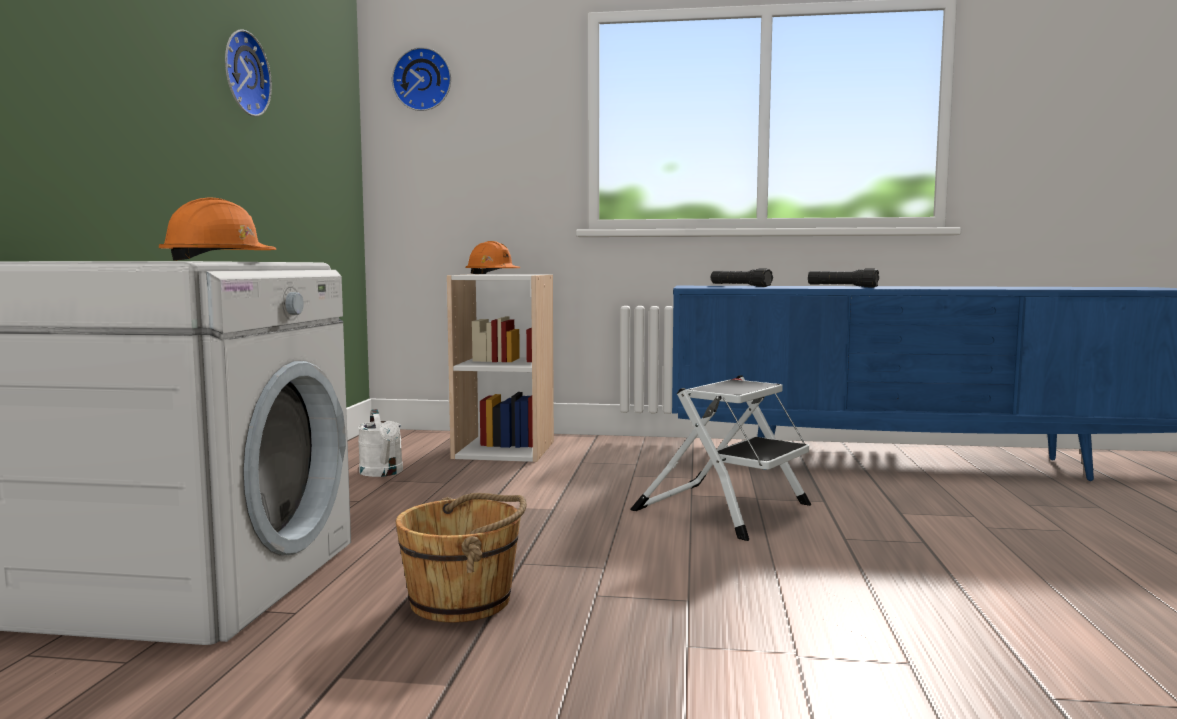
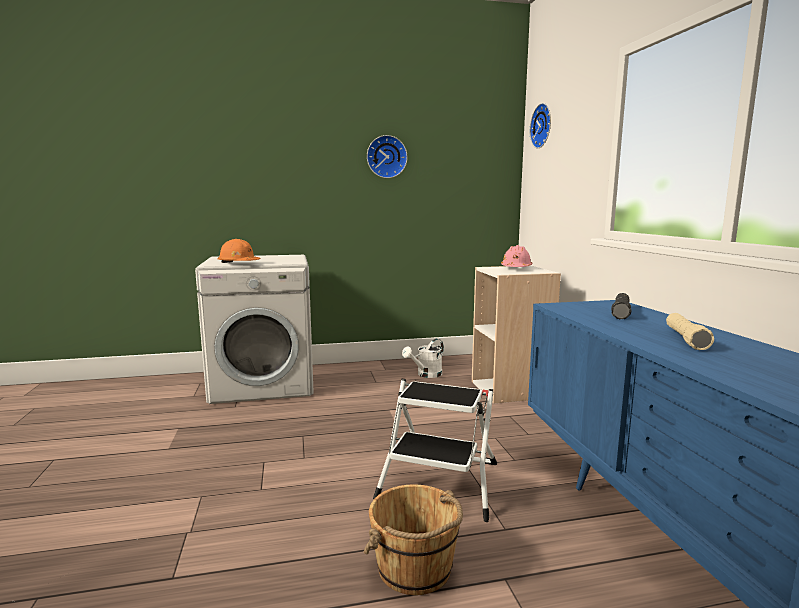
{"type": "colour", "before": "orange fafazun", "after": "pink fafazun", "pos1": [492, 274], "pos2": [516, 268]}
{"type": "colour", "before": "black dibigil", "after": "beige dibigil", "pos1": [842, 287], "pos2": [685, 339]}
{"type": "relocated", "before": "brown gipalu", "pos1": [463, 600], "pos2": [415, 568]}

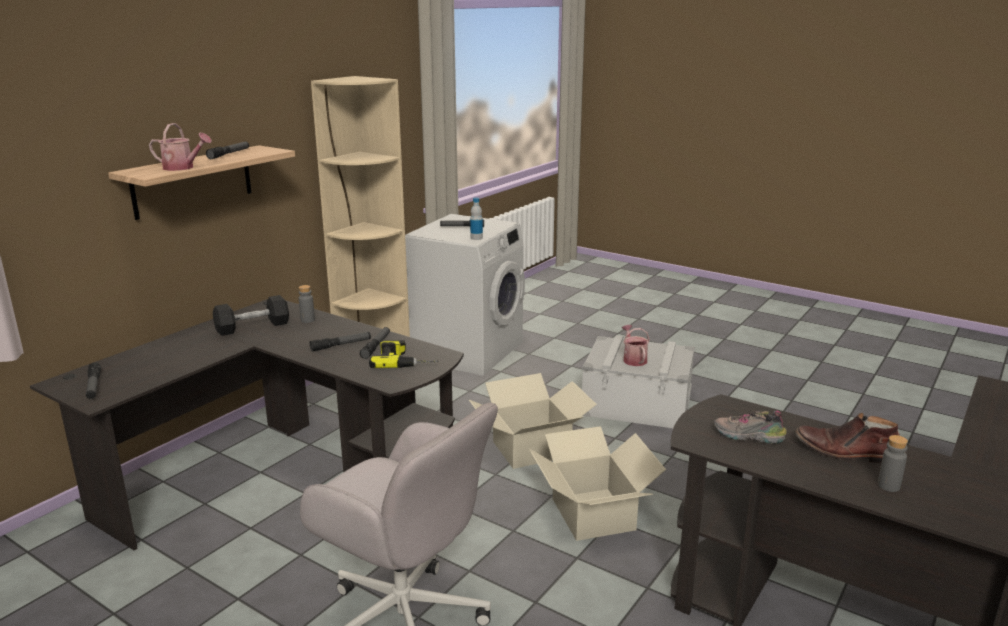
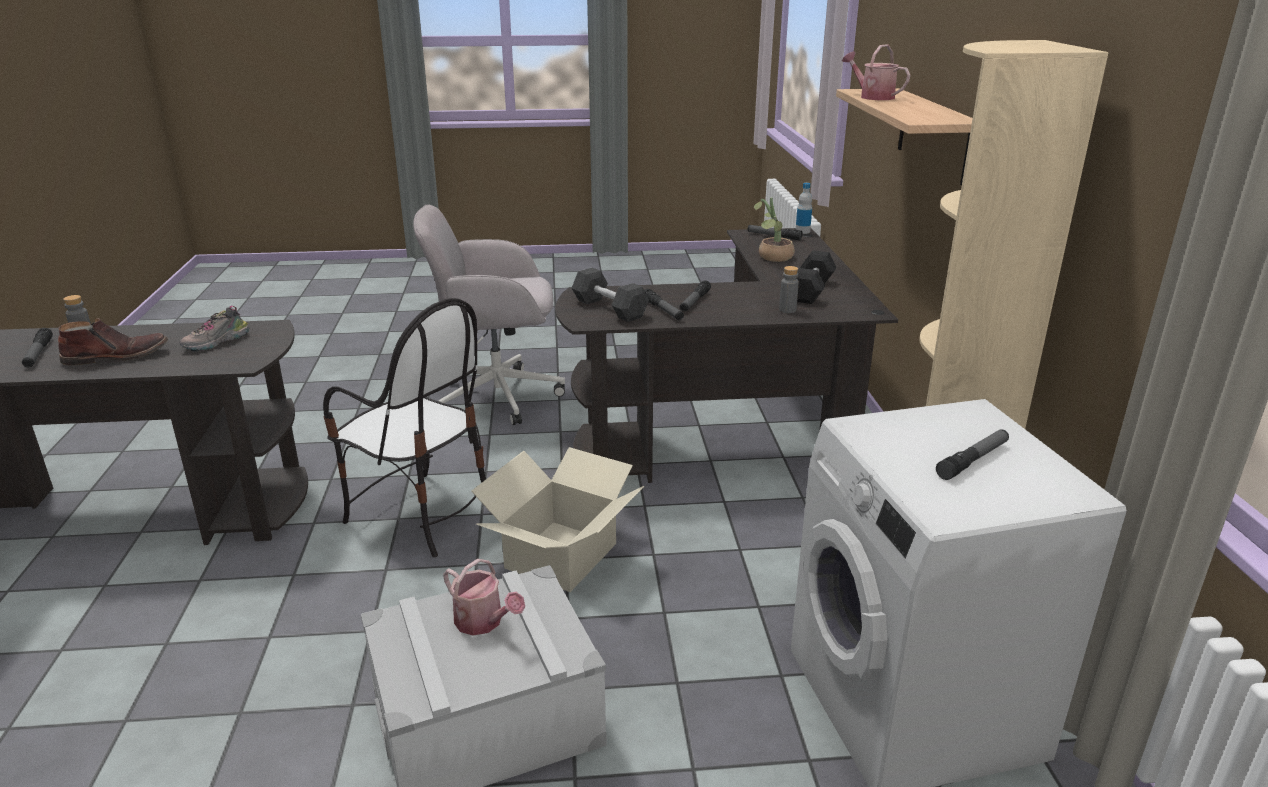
{"type": "spun", "before": "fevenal", "pos1": [182, 167], "pos2": [872, 97], "turn": 75}
{"type": "relocated", "before": "dibigil", "pos1": [229, 154], "pos2": [38, 354]}
{"type": "relocated", "before": "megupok", "pos1": [476, 238], "pos2": [802, 231]}
{"type": "exchanged", "before": "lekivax", "after": "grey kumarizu", "pos1": [405, 360], "pos2": [609, 308]}
{"type": "spun", "before": "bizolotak", "pos1": [748, 437], "pos2": [217, 343], "turn": 150}
{"type": "exchanged", "before": "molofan", "after": "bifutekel", "pos1": [594, 513], "pos2": [422, 515]}
{"type": "appeared", "after": "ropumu", "pos2": [772, 258]}

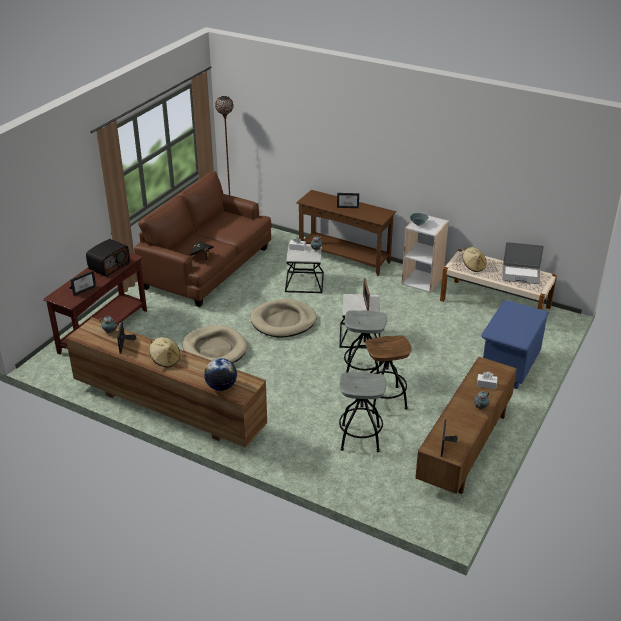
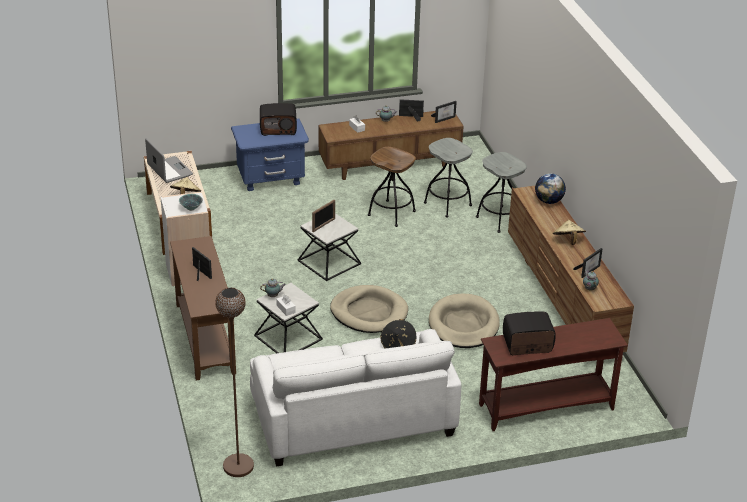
{"type": "colour", "before": "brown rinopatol", "after": "white rinopatol", "pos1": [208, 268], "pos2": [352, 418]}
{"type": "relocated", "before": "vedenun", "pos1": [84, 289], "pos2": [410, 117]}
{"type": "relocated", "before": "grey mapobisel", "pos1": [363, 372], "pos2": [500, 219]}
{"type": "appeared", "after": "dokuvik", "pos2": [278, 129]}

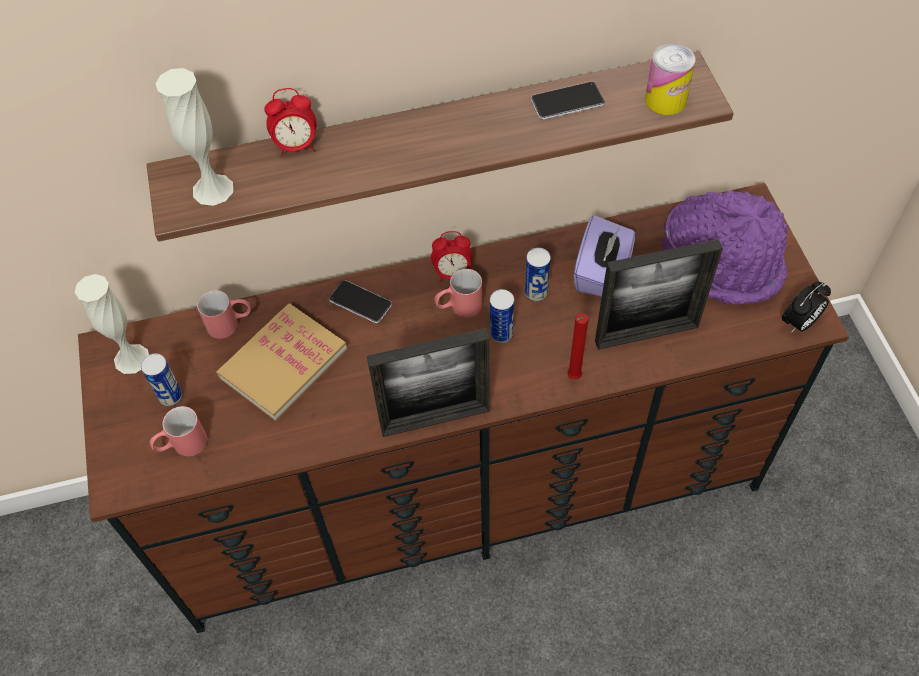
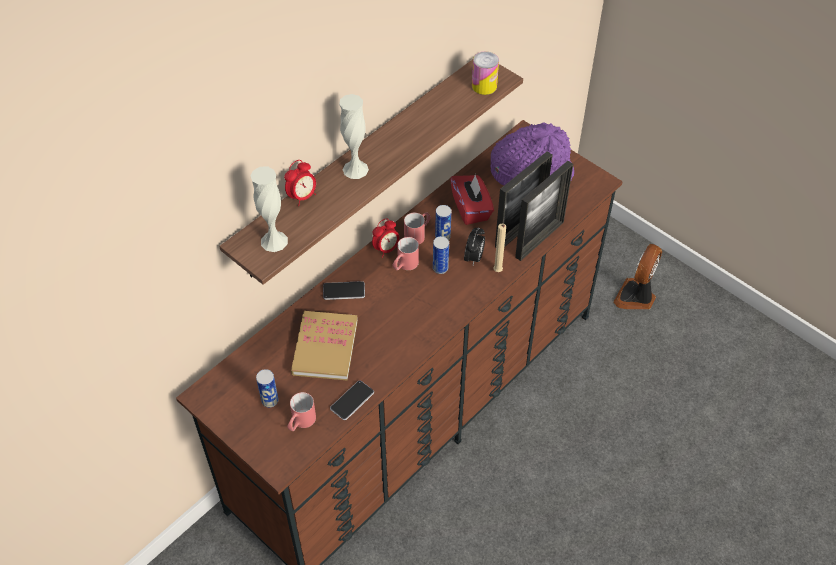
{"type": "relocated", "before": "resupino", "pos1": [567, 102], "pos2": [352, 401]}
{"type": "colour", "before": "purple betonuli", "after": "red betonuli", "pos1": [602, 273], "pos2": [471, 208]}
{"type": "relocated", "before": "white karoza", "pos1": [131, 358], "pos2": [355, 169]}
{"type": "relocated", "before": "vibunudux", "pos1": [799, 323], "pos2": [474, 258]}
{"type": "relocated", "before": "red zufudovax", "pos1": [230, 323], "pos2": [418, 234]}
{"type": "colour", "before": "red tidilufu", "after": "beige tidilufu", "pos1": [572, 378], "pos2": [497, 272]}
{"type": "relocated", "before": "vedenun", "pos1": [435, 419], "pos2": [539, 239]}
{"type": "appeared", "after": "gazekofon", "pos2": [636, 297]}

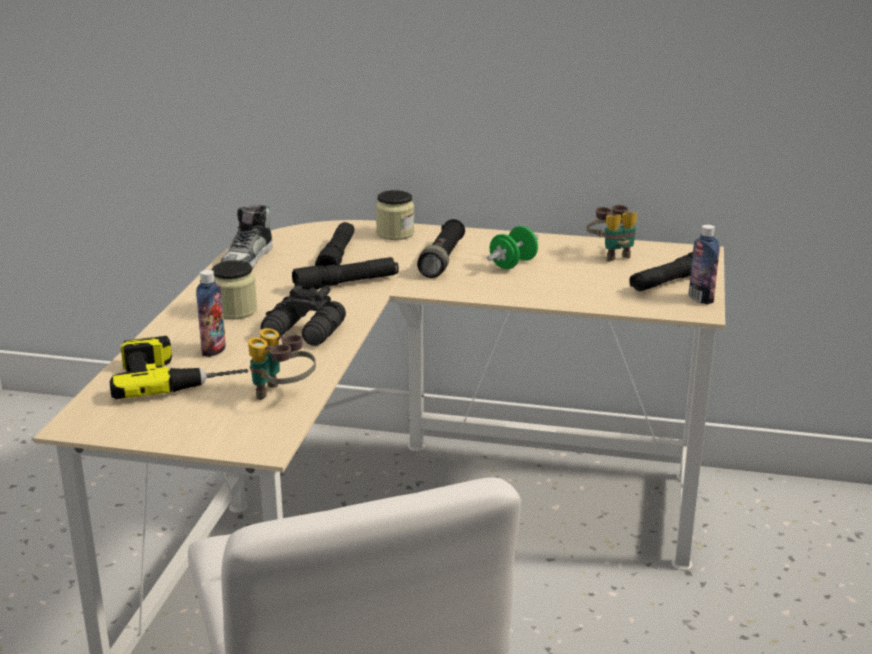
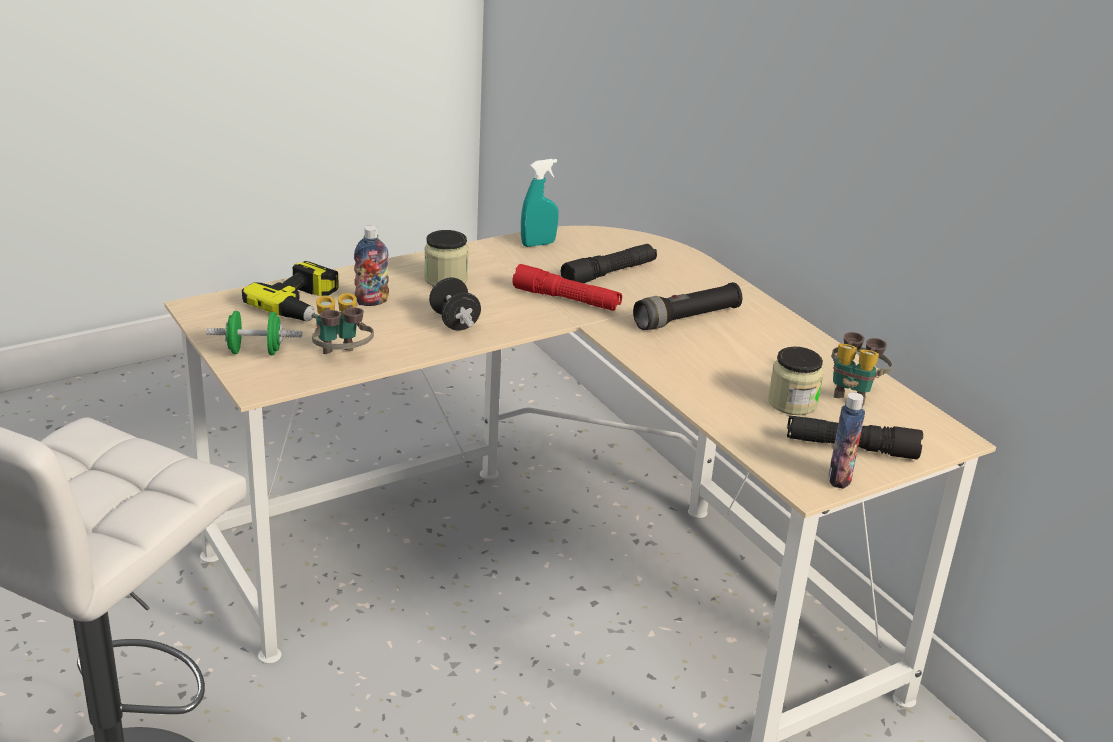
{"type": "relocated", "before": "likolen", "pos1": [395, 233], "pos2": [792, 403]}
{"type": "exchanged", "before": "bizolotak", "after": "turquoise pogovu", "pos1": [247, 260], "pos2": [538, 244]}
{"type": "relocated", "before": "green kumarizu", "pos1": [513, 264], "pos2": [255, 352]}
{"type": "colour", "before": "black dibigil", "after": "red dibigil", "pos1": [346, 284], "pos2": [566, 299]}
{"type": "exchanged", "before": "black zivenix", "after": "black kumarizu", "pos1": [305, 332], "pos2": [454, 322]}

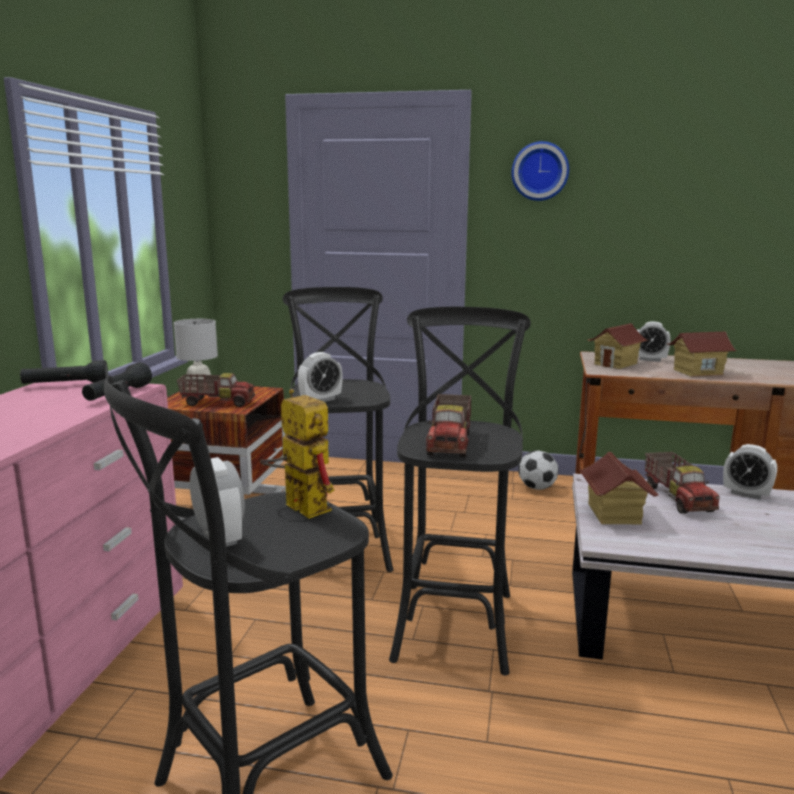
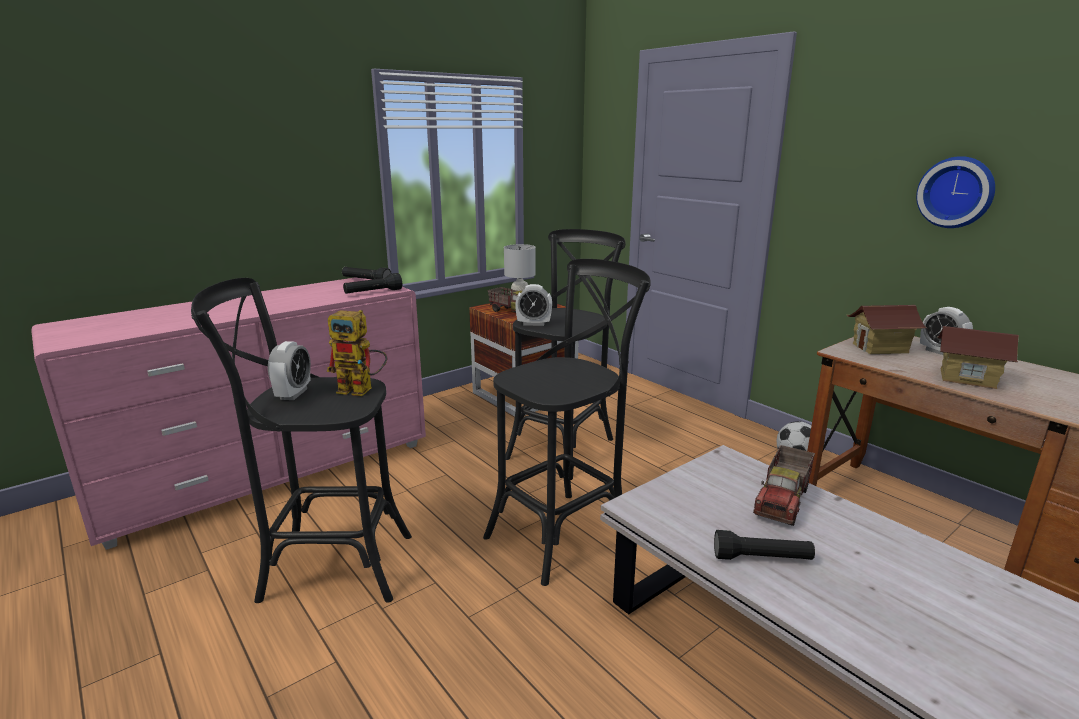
{"type": "relocated", "before": "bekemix", "pos1": [540, 171], "pos2": [956, 192]}
{"type": "spun", "before": "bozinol", "pos1": [298, 506], "pos2": [362, 390], "turn": 105}
{"type": "missing", "before": "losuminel", "pos1": [451, 443]}
{"type": "missing", "before": "vibunudux", "pos1": [746, 494]}
{"type": "missing", "before": "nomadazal", "pos1": [613, 514]}
{"type": "appeared", "after": "black dibigil", "pos2": [762, 559]}

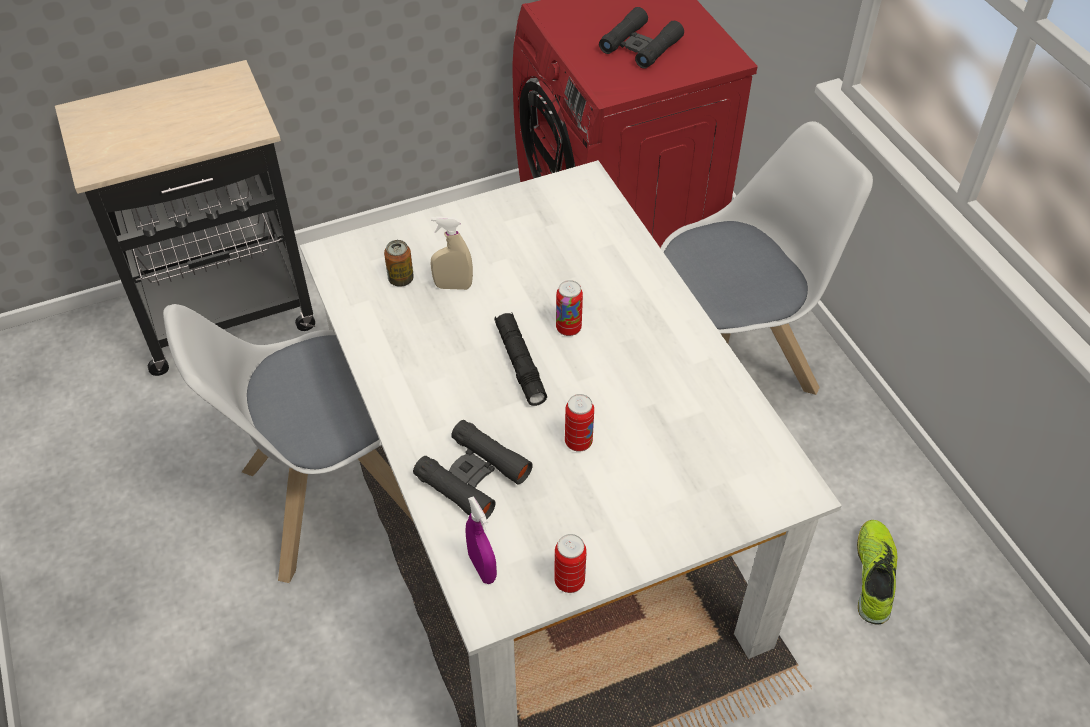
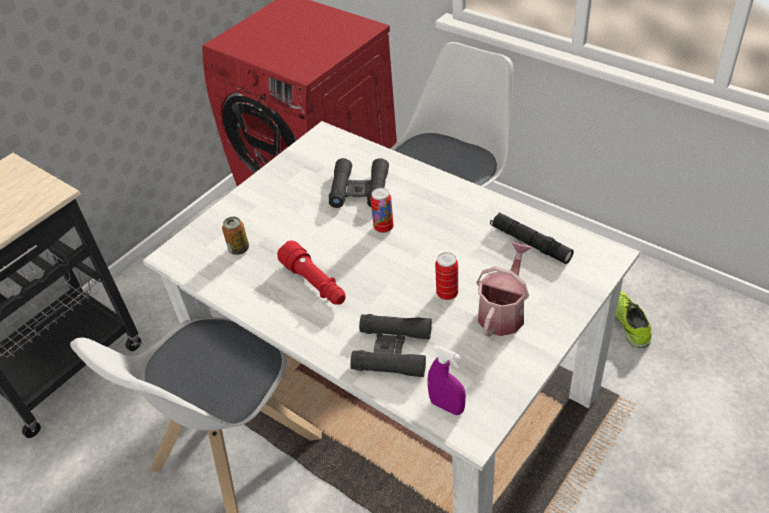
{"type": "relocated", "before": "black zivenix", "pos1": [640, 46], "pos2": [359, 189]}
{"type": "missing", "before": "beige pogovu", "pos1": [453, 286]}
{"type": "relocated", "before": "black dibigil", "pos1": [520, 363], "pos2": [530, 243]}
{"type": "missing", "before": "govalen", "pos1": [569, 581]}
{"type": "appeared", "after": "red dibigil", "pos2": [315, 283]}
{"type": "appeared", "after": "fevenal", "pos2": [503, 311]}

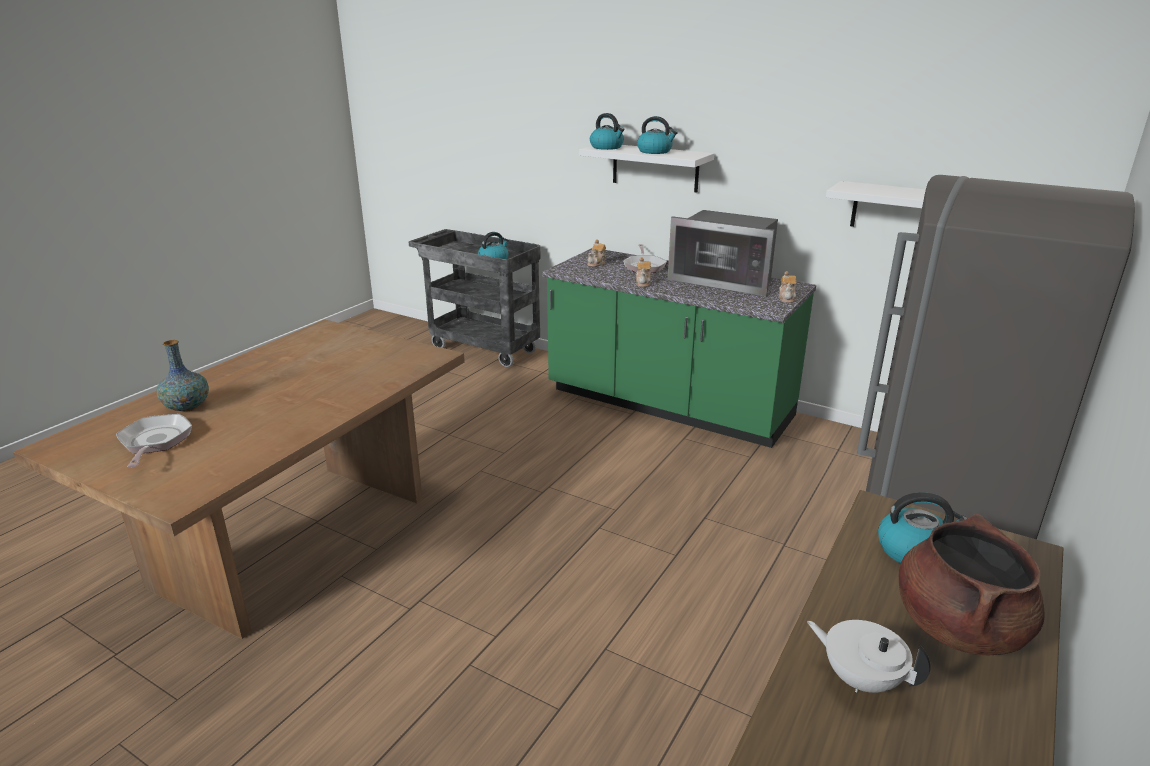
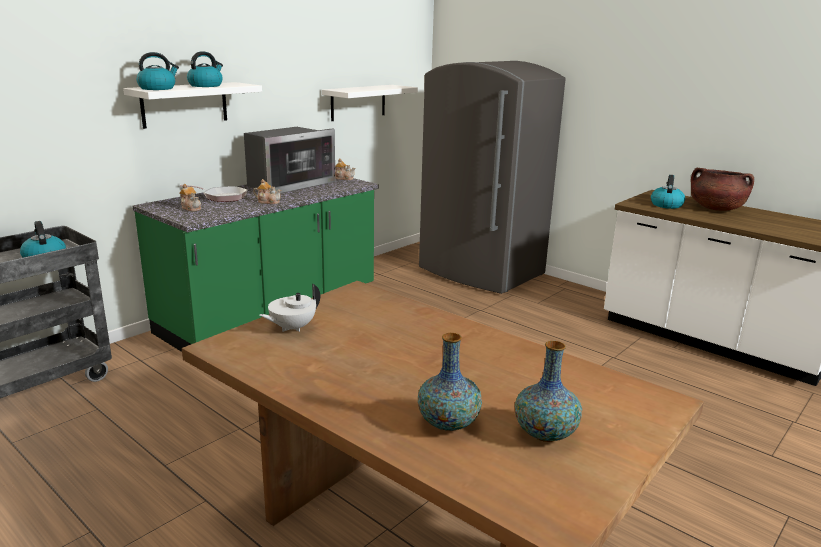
{"type": "exchanged", "before": "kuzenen", "after": "karoza", "pos1": [155, 442], "pos2": [545, 434]}
{"type": "relocated", "before": "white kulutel", "pos1": [860, 678], "pos2": [292, 328]}

